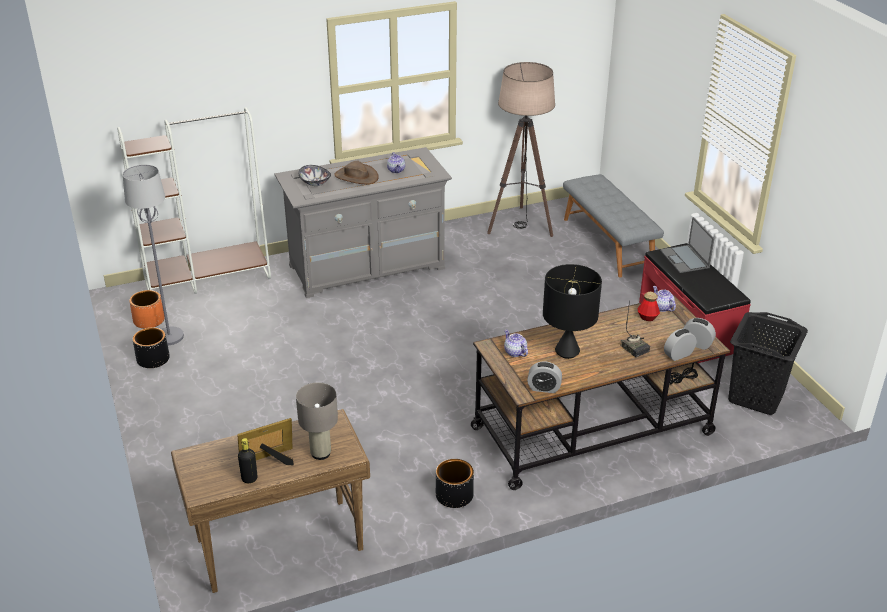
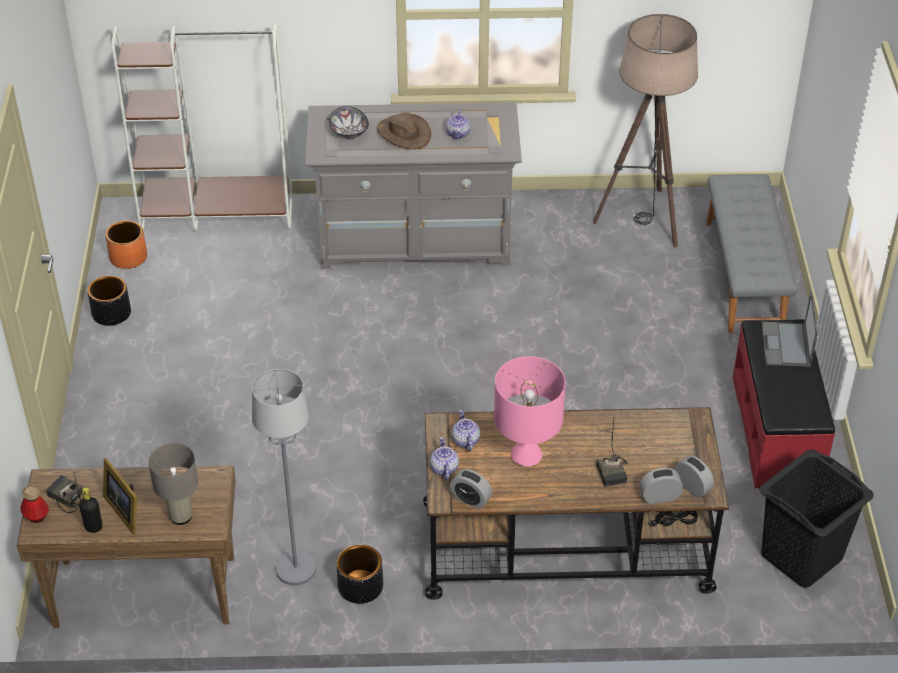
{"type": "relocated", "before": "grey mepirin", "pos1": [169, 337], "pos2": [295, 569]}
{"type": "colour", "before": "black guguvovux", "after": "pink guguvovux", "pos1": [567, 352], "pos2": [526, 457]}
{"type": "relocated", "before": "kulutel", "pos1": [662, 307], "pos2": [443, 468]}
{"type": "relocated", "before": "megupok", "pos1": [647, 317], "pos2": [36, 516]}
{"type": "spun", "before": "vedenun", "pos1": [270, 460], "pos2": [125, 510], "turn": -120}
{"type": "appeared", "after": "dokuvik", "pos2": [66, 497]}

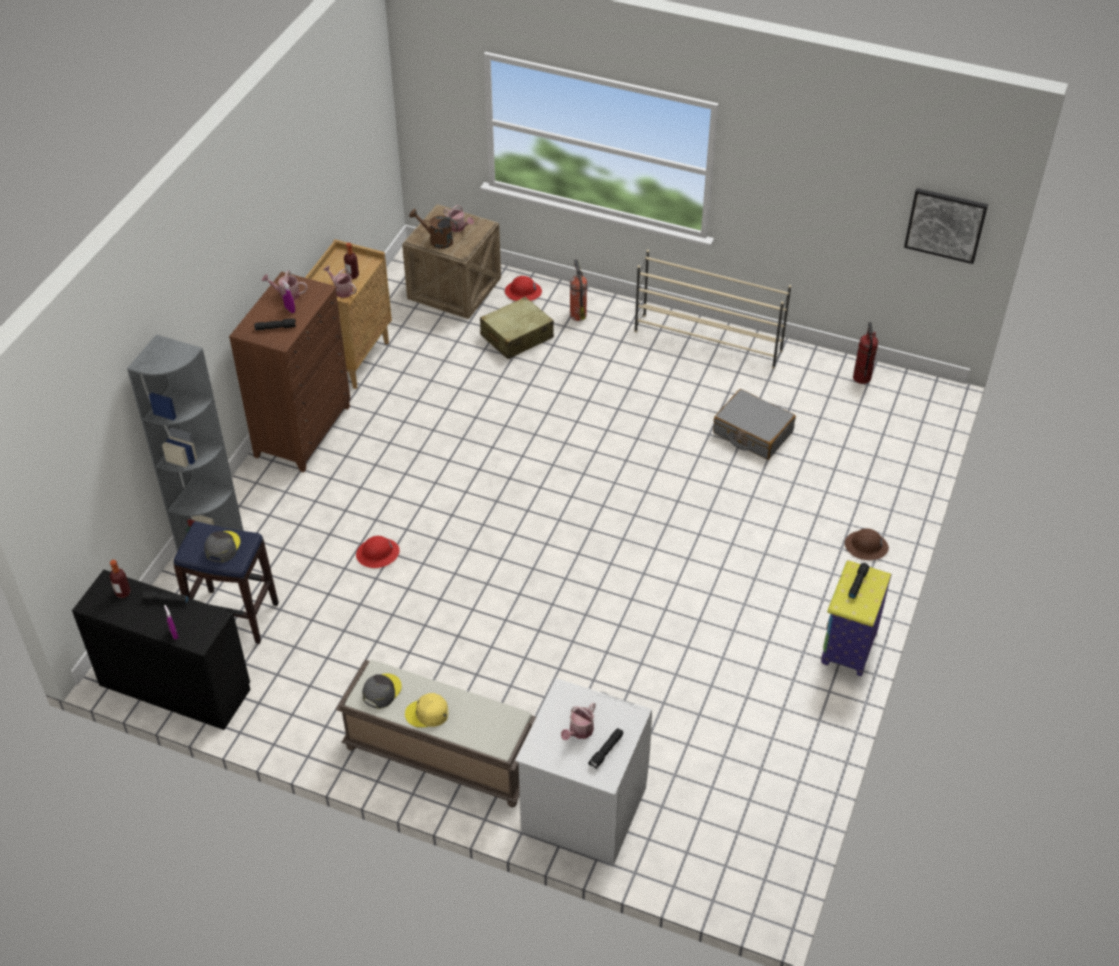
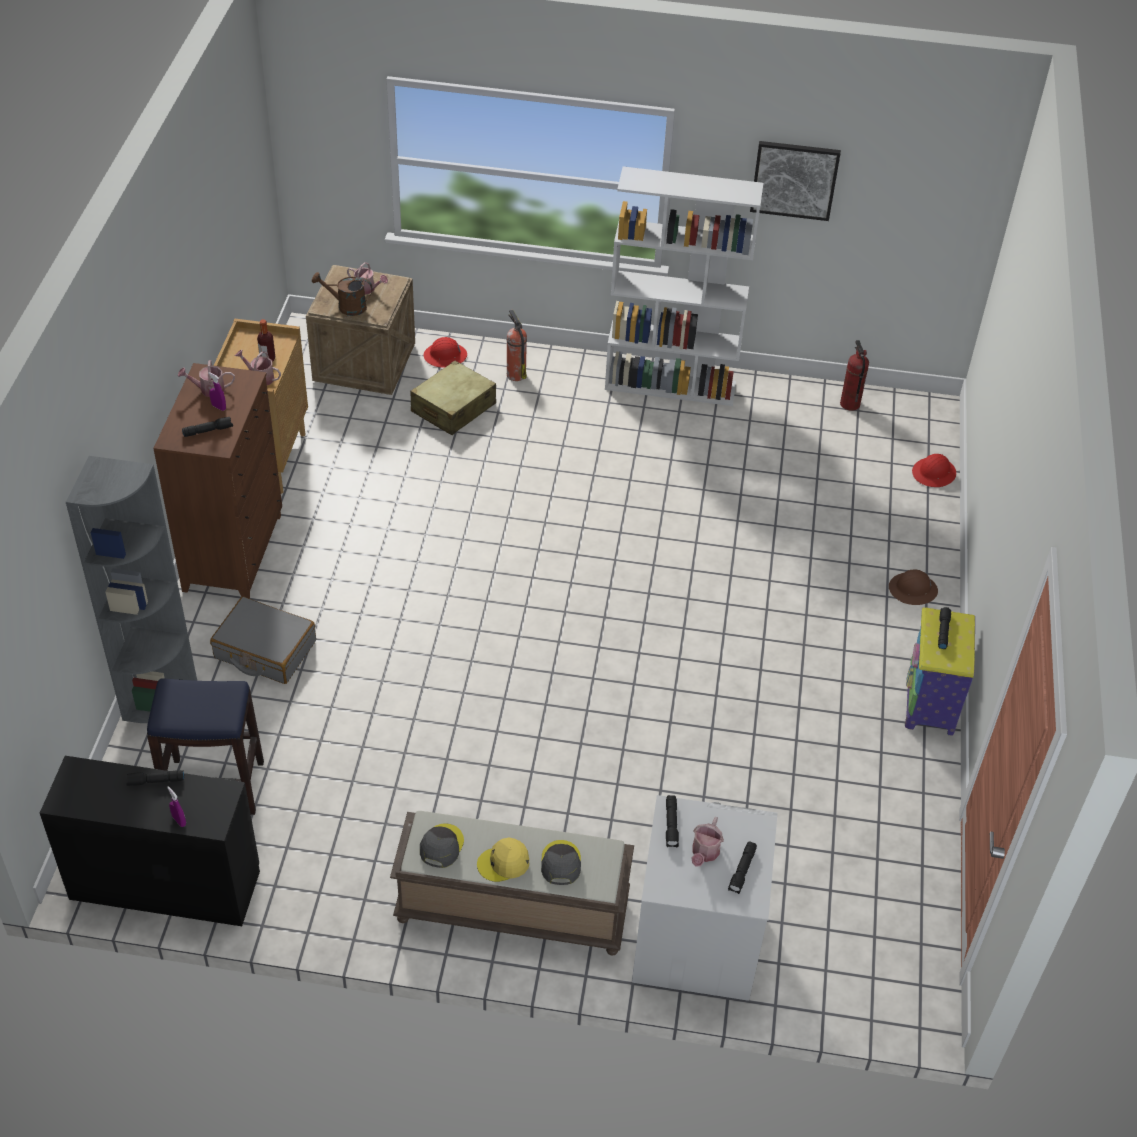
{"type": "relocated", "before": "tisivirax", "pos1": [945, 224], "pos2": [794, 179]}
{"type": "exchanged", "before": "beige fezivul", "after": "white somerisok", "pos1": [708, 341], "pos2": [671, 385]}
{"type": "relocated", "before": "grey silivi", "pos1": [752, 432], "pos2": [265, 650]}
{"type": "relocated", "before": "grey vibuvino", "pos1": [222, 547], "pos2": [560, 863]}
{"type": "relocated", "before": "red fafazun", "pos1": [378, 554], "pos2": [934, 473]}
{"type": "missing", "before": "megupok", "pos1": [123, 592]}
{"type": "appeared", "after": "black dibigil", "pos2": [671, 825]}

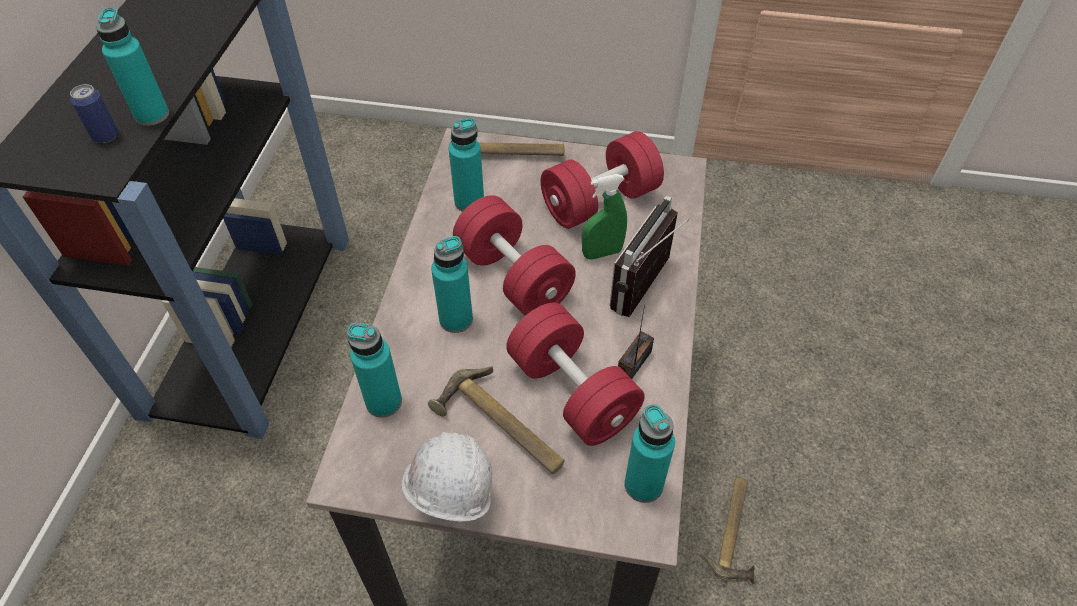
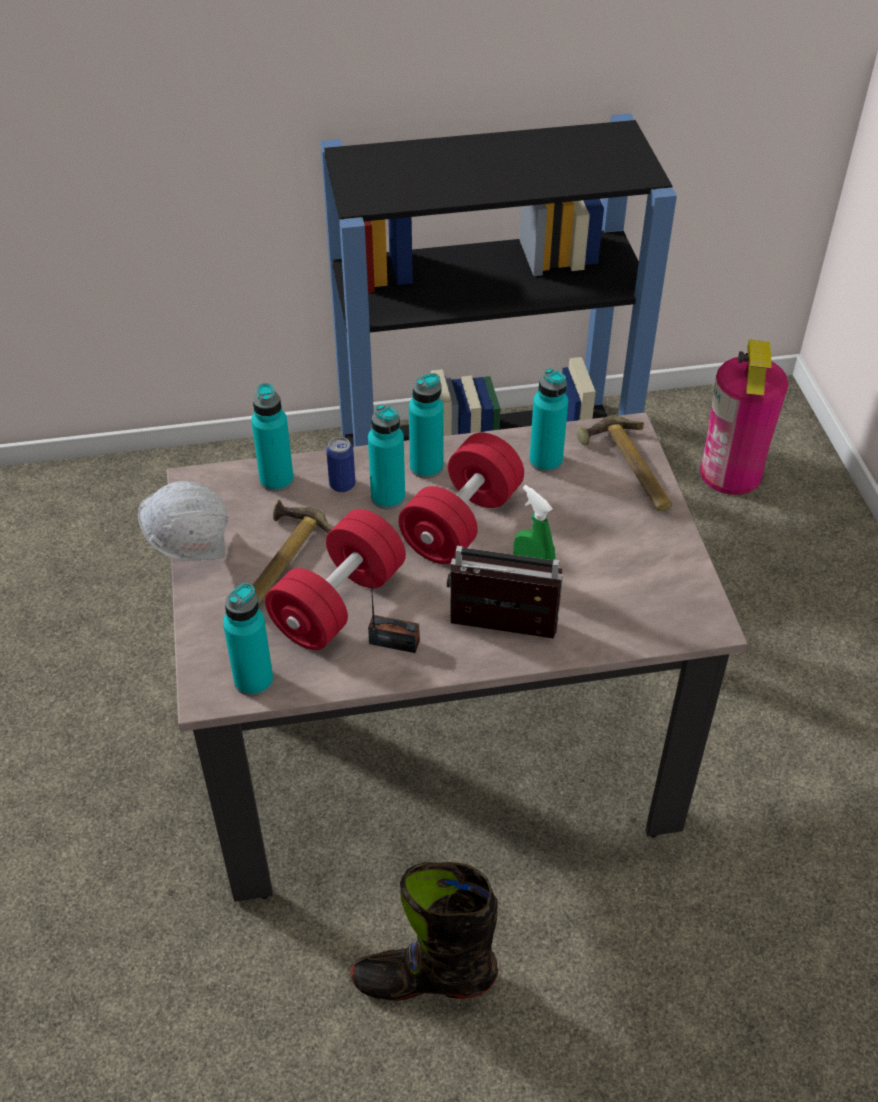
{"type": "relocated", "before": "turquoise megupok", "pos1": [152, 115], "pos2": [426, 467]}
{"type": "relocated", "before": "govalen", "pos1": [105, 136], "pos2": [342, 485]}
{"type": "missing", "before": "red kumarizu", "pos1": [600, 201]}
{"type": "exchanged", "before": "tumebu", "after": "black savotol", "pos1": [735, 531], "pos2": [424, 980]}
{"type": "appeared", "after": "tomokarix", "pos2": [731, 473]}

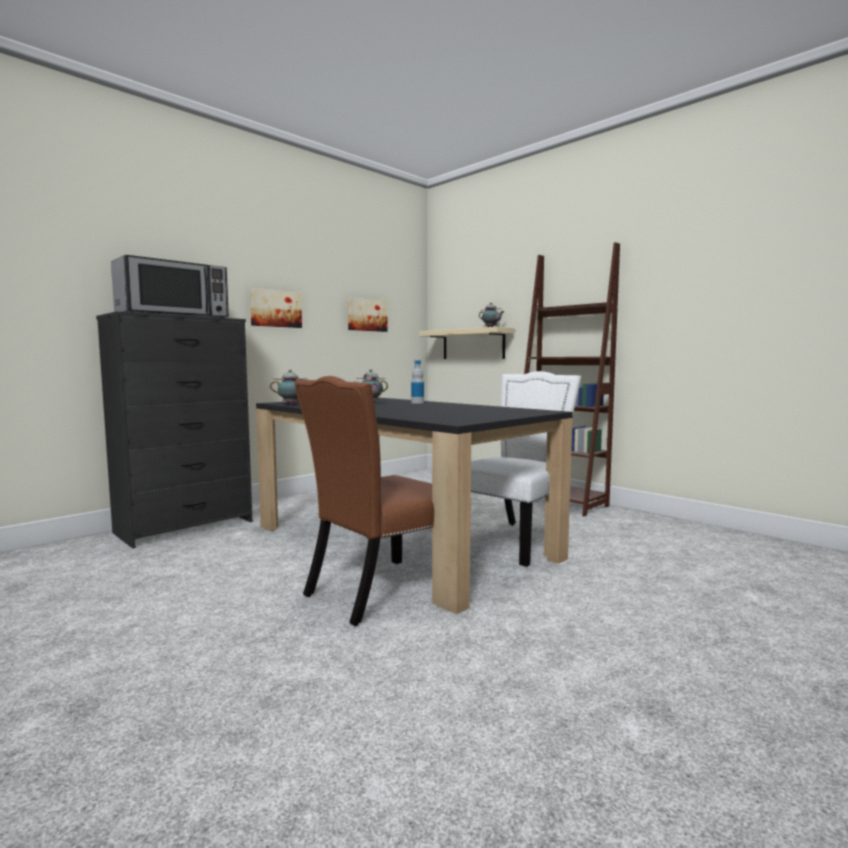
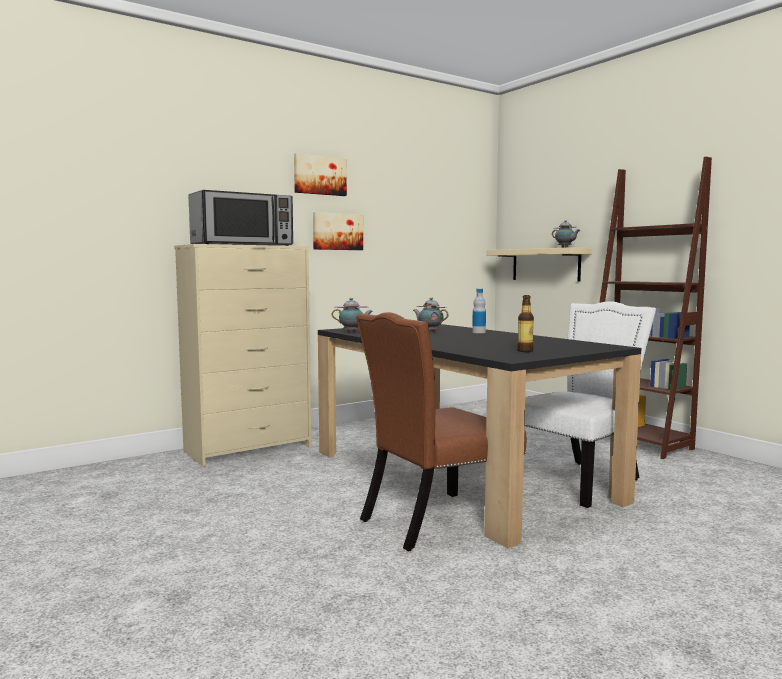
{"type": "relocated", "before": "tisivirax", "pos1": [366, 315], "pos2": [319, 175]}
{"type": "colour", "before": "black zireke", "after": "beige zireke", "pos1": [186, 526], "pos2": [249, 448]}
{"type": "appeared", "after": "megupok", "pos2": [525, 351]}

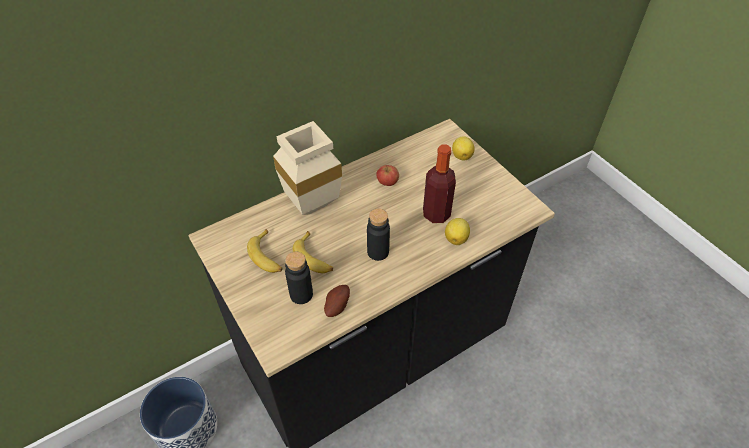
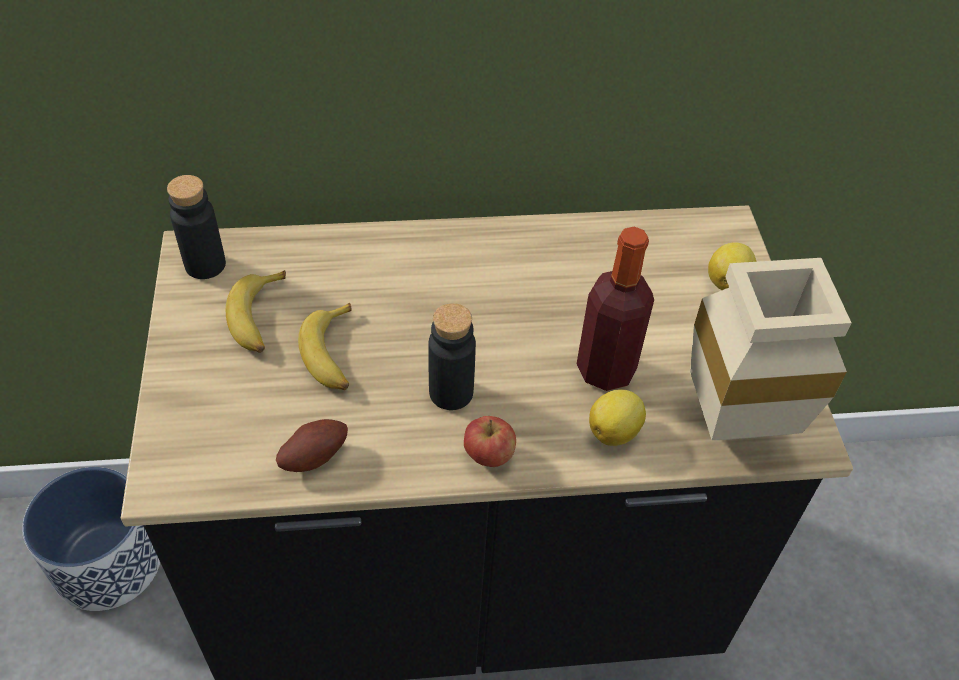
{"type": "relocated", "before": "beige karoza", "pos1": [311, 207], "pos2": [731, 427]}
{"type": "relocated", "before": "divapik", "pos1": [387, 183], "pos2": [489, 455]}
{"type": "relocated", "before": "black megupok", "pos1": [301, 294], "pos2": [205, 265]}

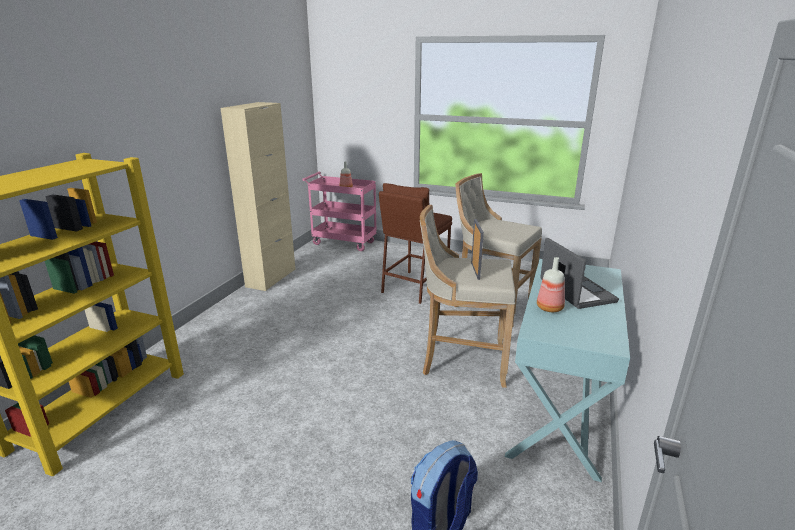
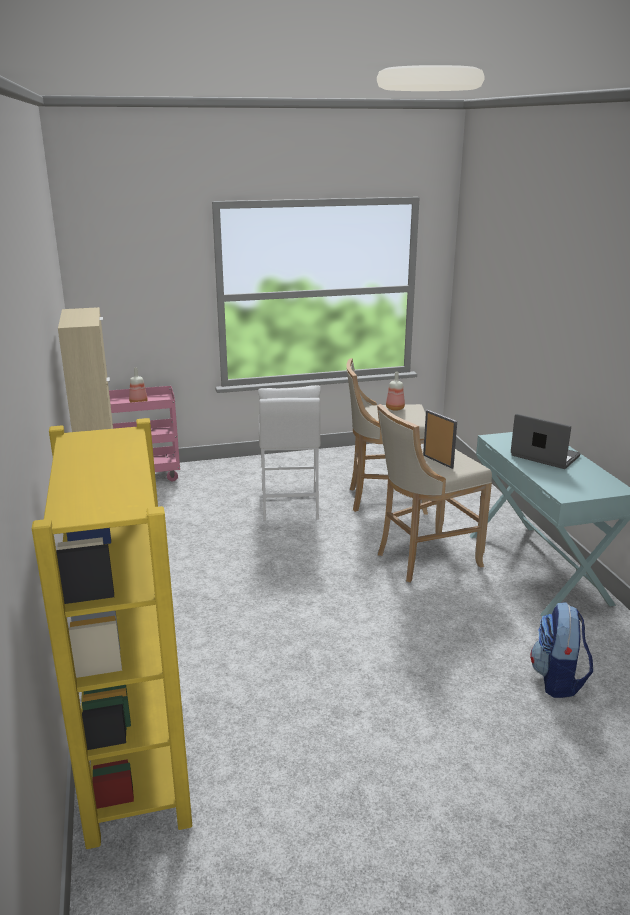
{"type": "colour", "before": "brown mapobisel", "after": "white mapobisel", "pos1": [414, 287], "pos2": [289, 504]}
{"type": "relocated", "before": "megupok", "pos1": [550, 308], "pos2": [395, 408]}

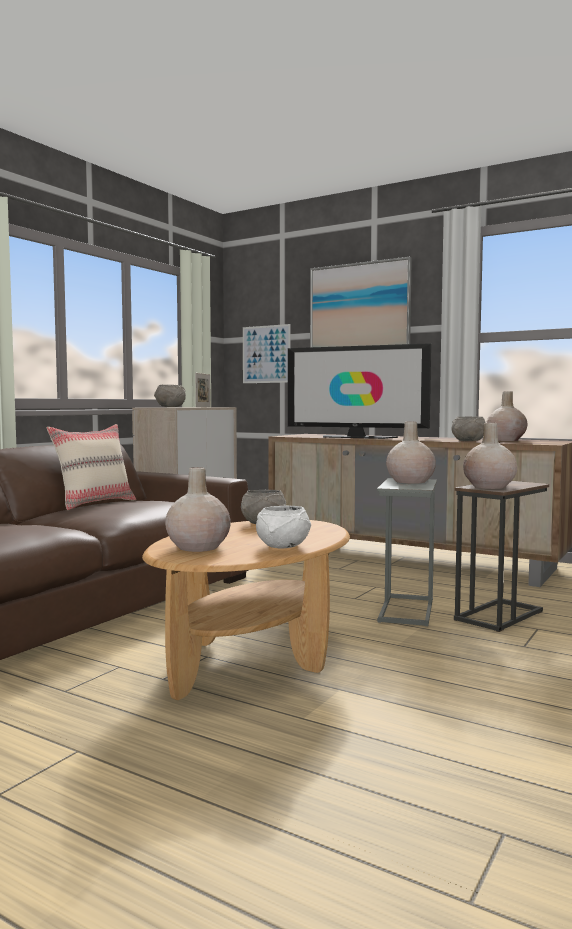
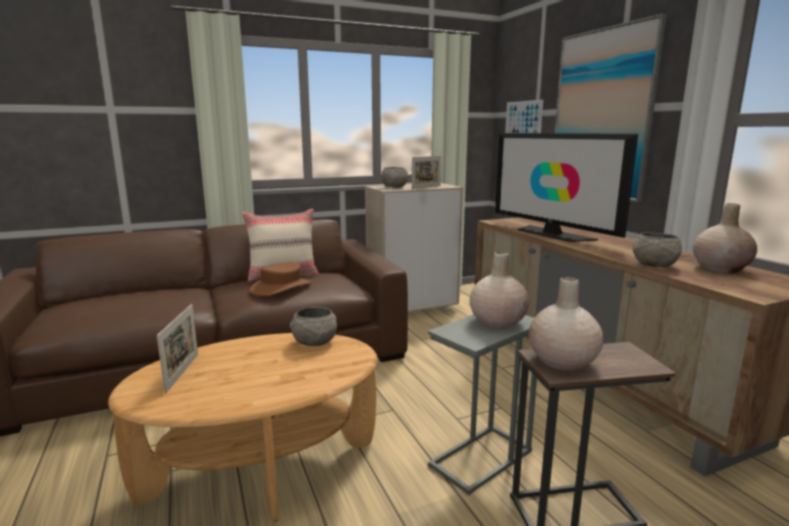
{"type": "exchanged", "before": "beige karoza", "after": "vedenun", "pos1": [197, 547], "pos2": [182, 372]}
{"type": "missing", "before": "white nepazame", "pos1": [282, 547]}
{"type": "appeared", "after": "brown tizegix", "pos2": [281, 287]}

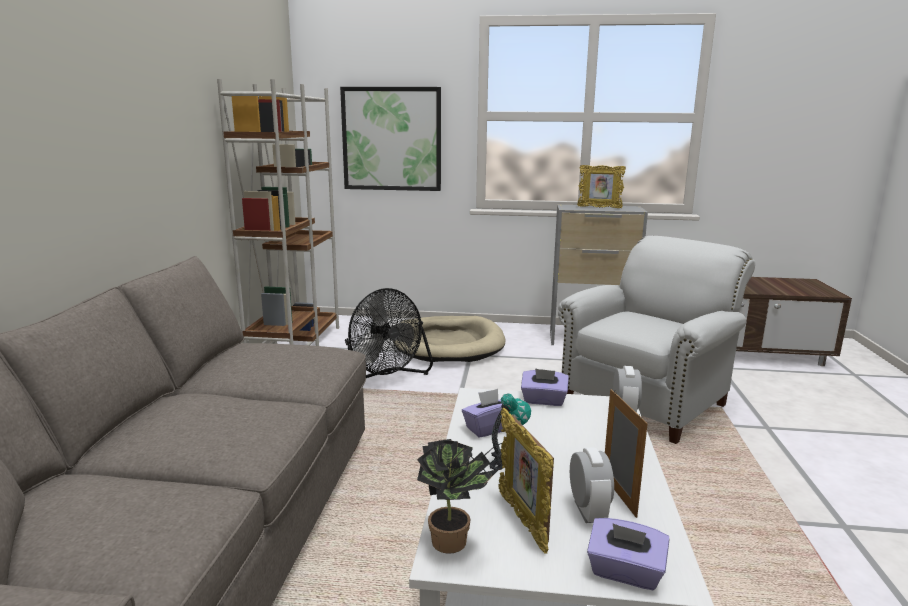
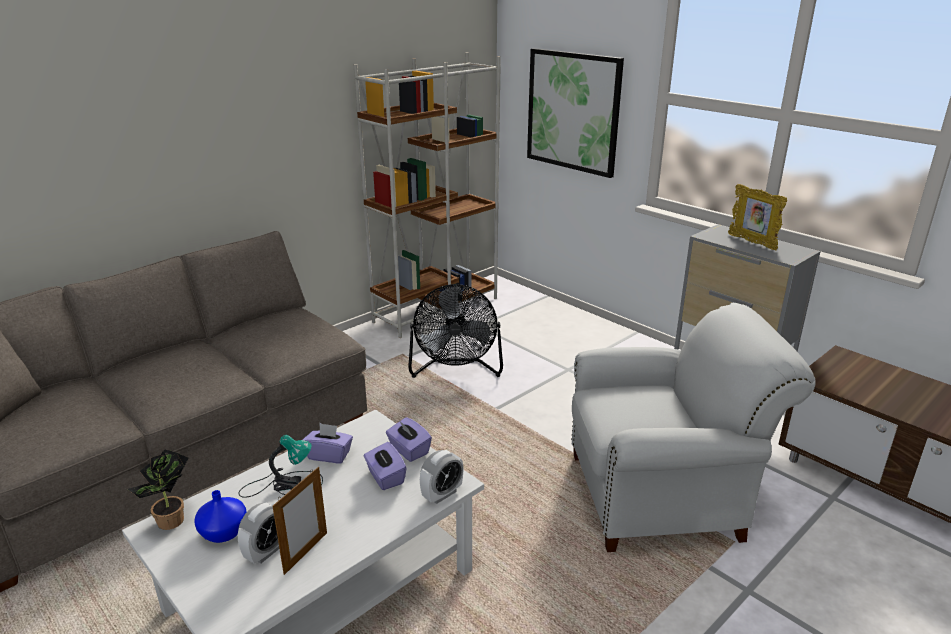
{"type": "missing", "before": "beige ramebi", "pos1": [448, 344]}
{"type": "exchanged", "before": "vedenun", "after": "blue karoza", "pos1": [523, 521], "pos2": [224, 533]}
{"type": "relocated", "before": "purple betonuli", "pos1": [625, 572], "pos2": [385, 477]}

